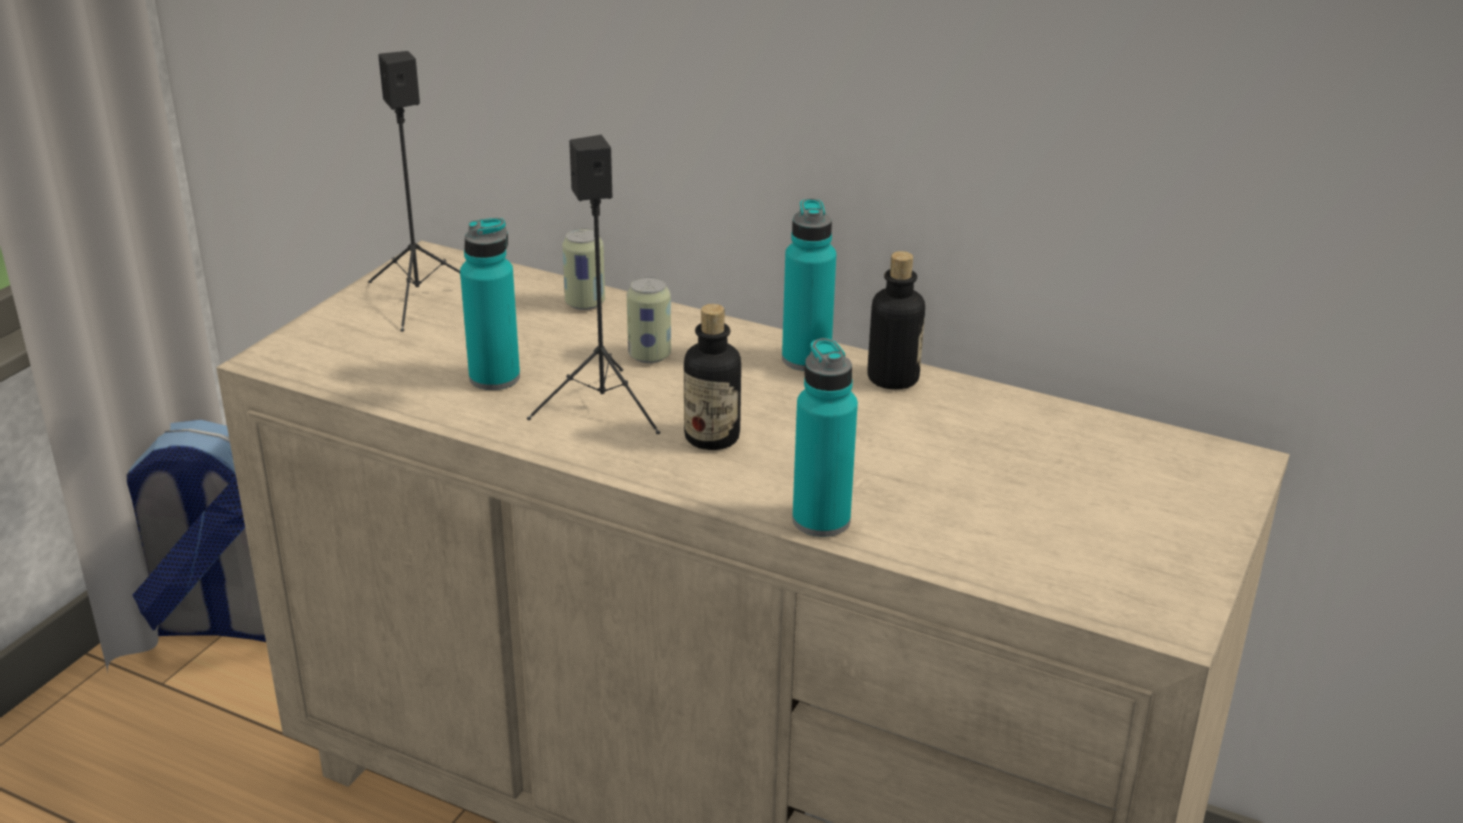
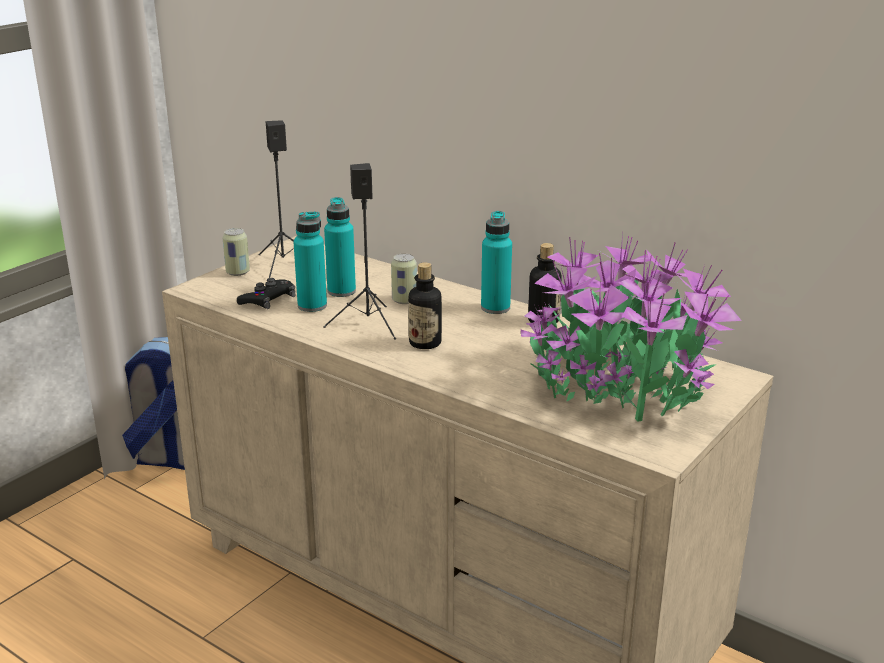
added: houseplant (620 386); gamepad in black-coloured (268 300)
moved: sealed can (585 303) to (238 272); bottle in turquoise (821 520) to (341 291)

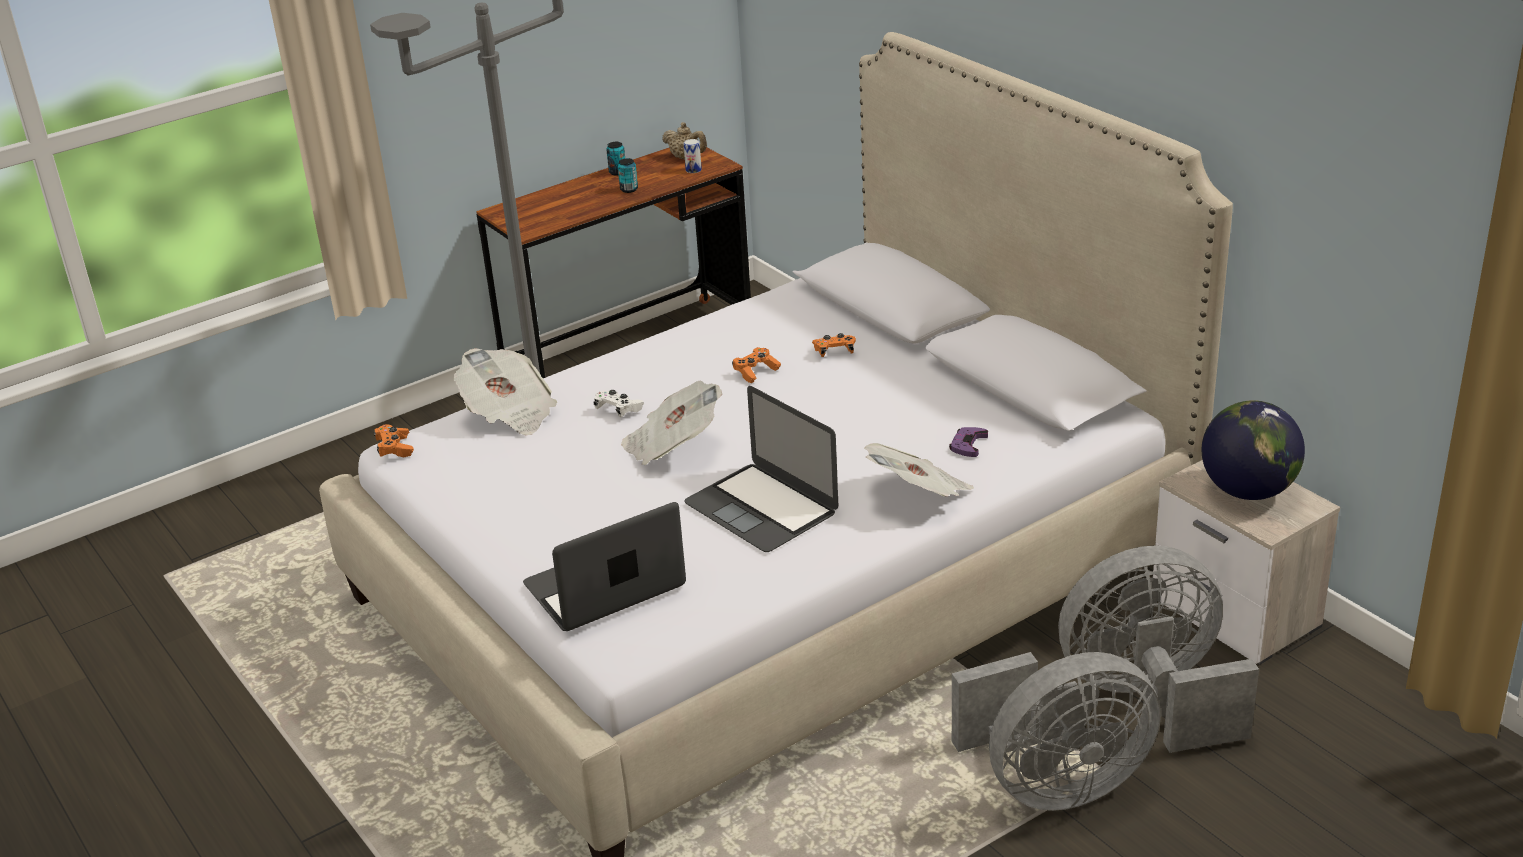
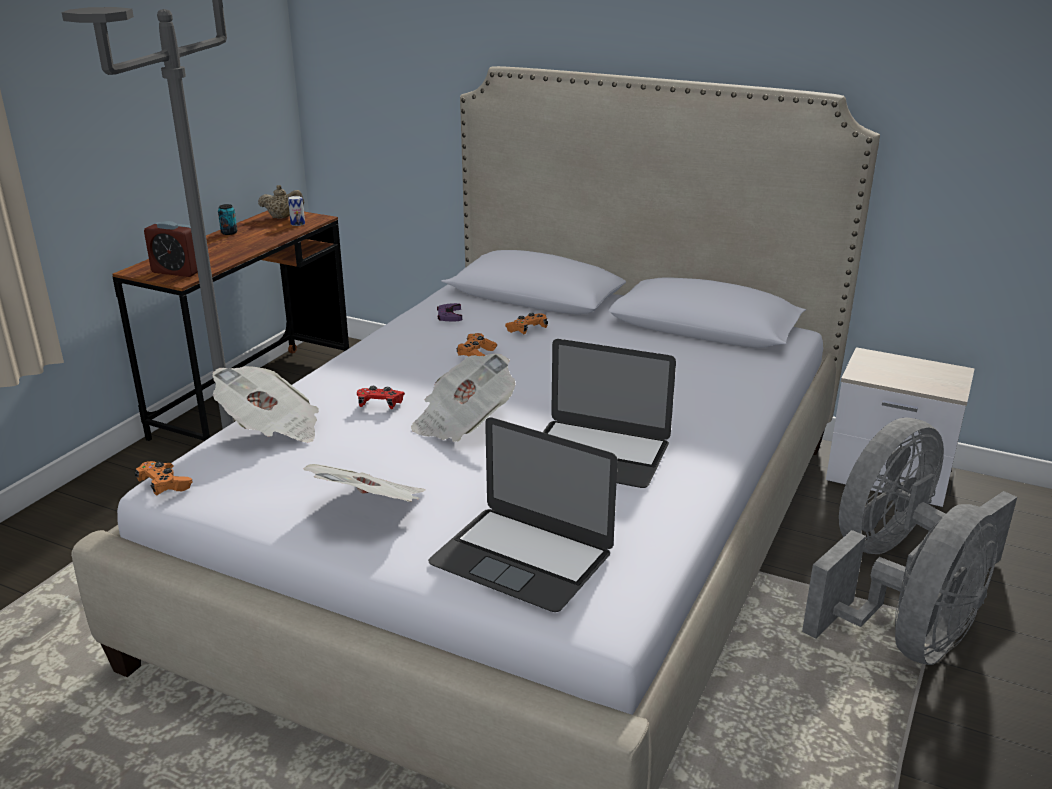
removed: sealed can (629 189); globe (1248 490)
added: bedside clock (177 271)
moved: gamepad in purple (968 445) to (449 316); daily paper (919 494) to (371 509)
recoloured: gamepad in white-coloured (618 410) to gamepad in reddish (380 405)
turned: portable computer (604 586) = (521 558) 90 degrees counterclockwise

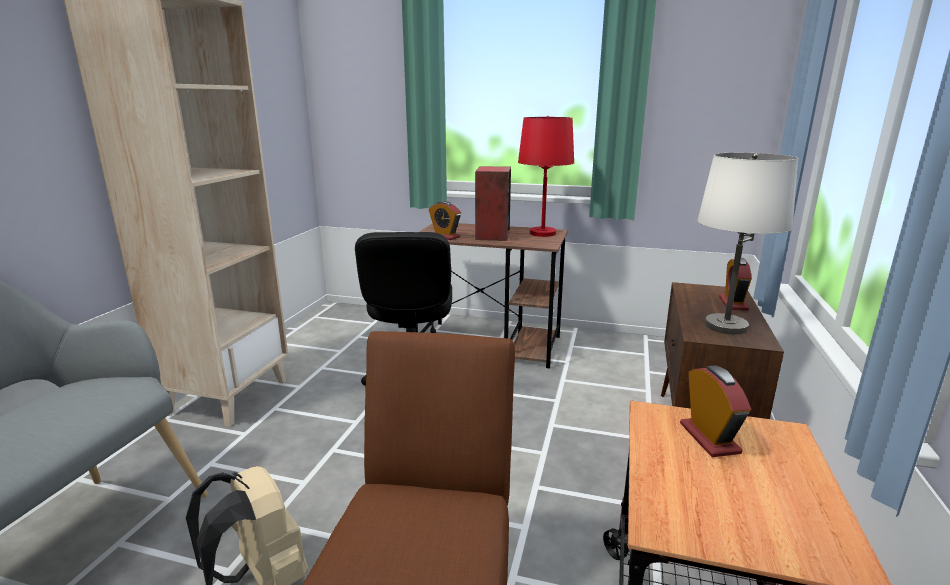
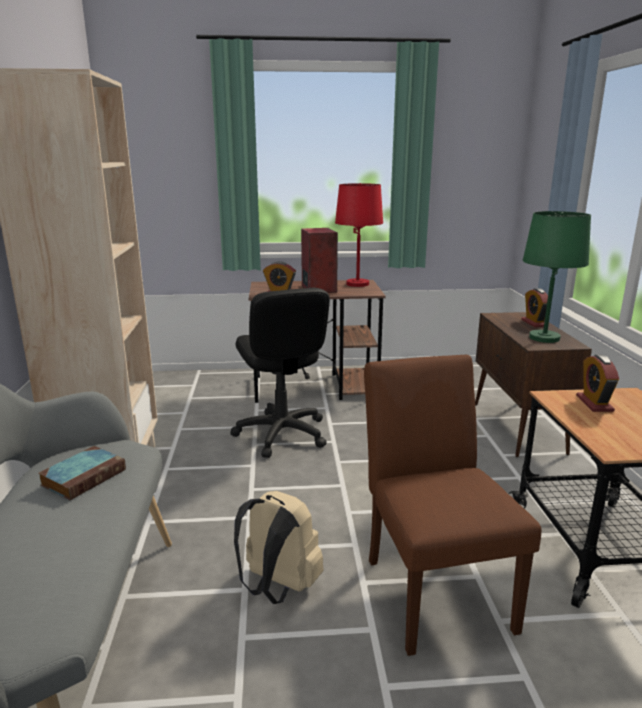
added: book (84 476)
recoloured: tabletop lamp in white-coloured (726 326) to tabletop lamp in green (544 338)
turned: bedside clock (709 438) = (594 403) 150 degrees counterclockwise

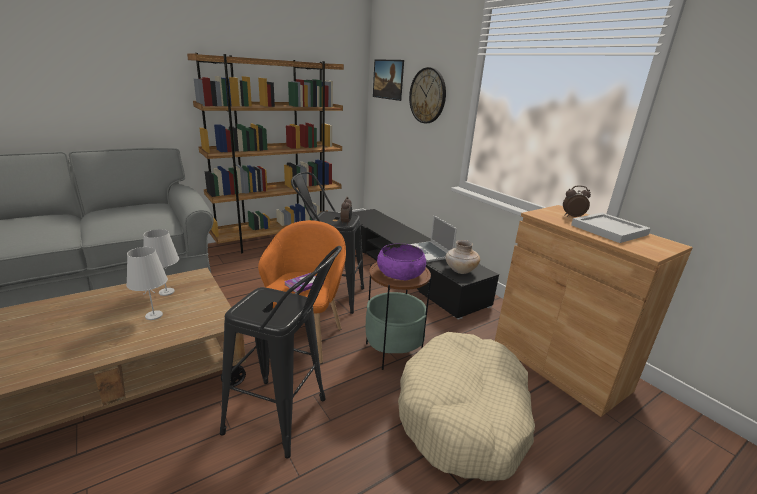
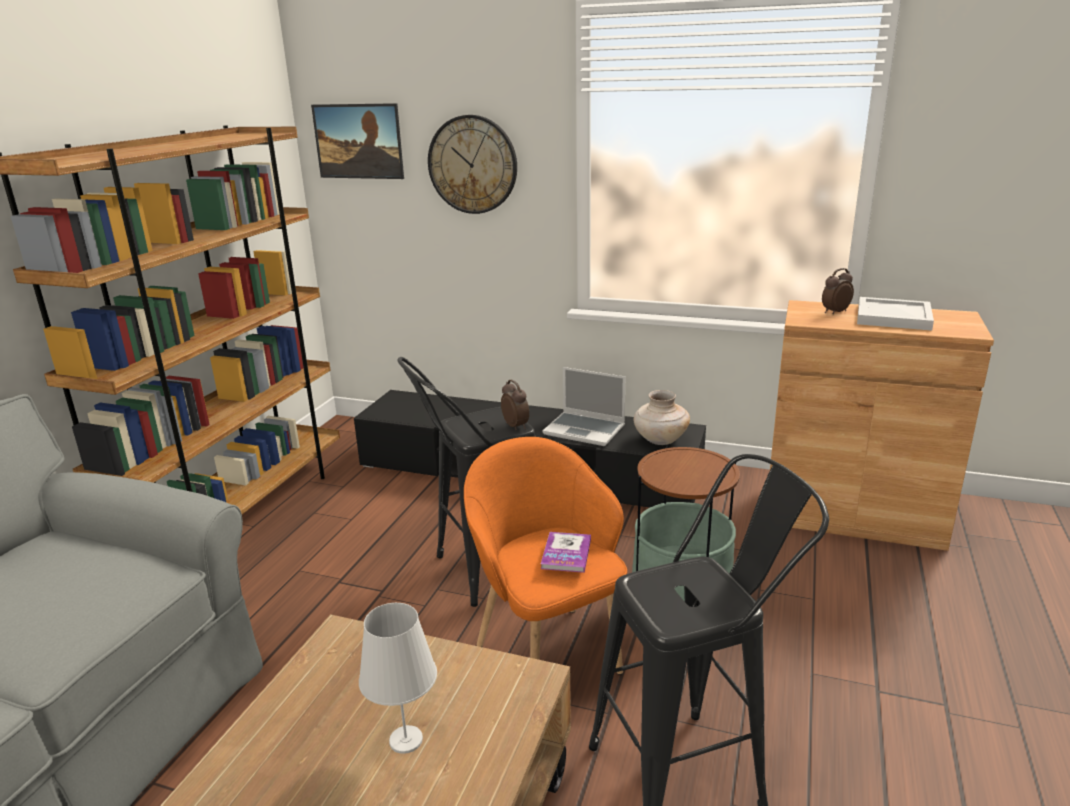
removed: tabletop lamp in white-coloured (166 292); deep dish in purple (400 273); pet bed in beige-coloured (464 415)

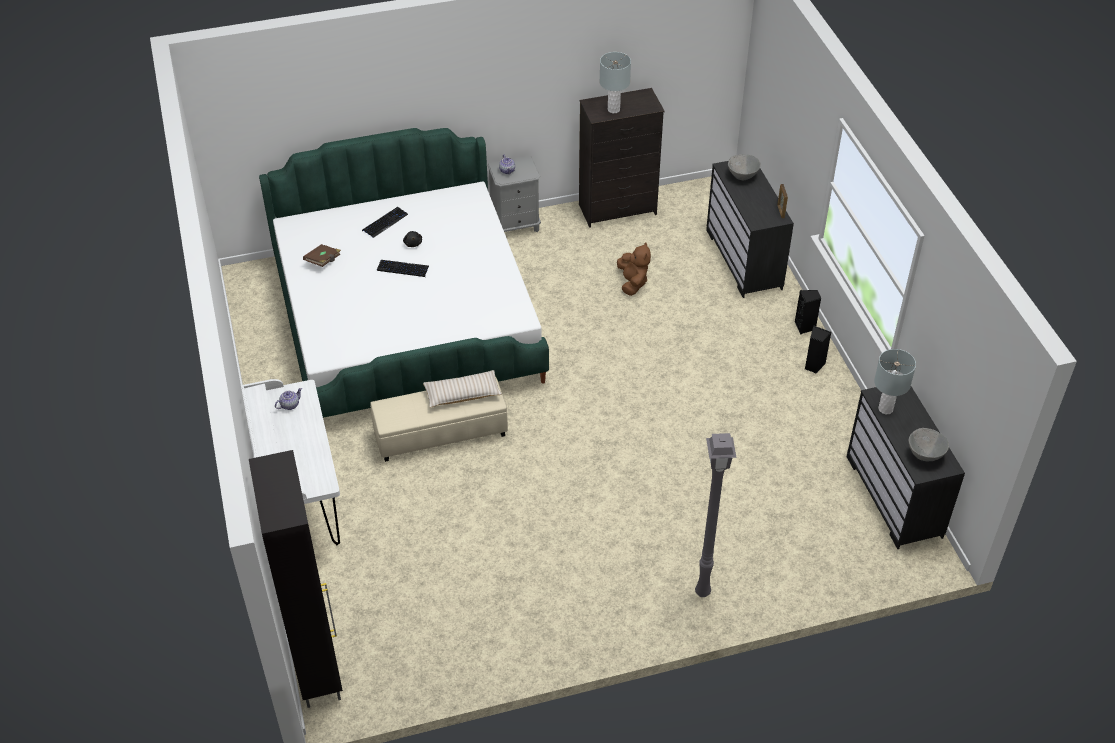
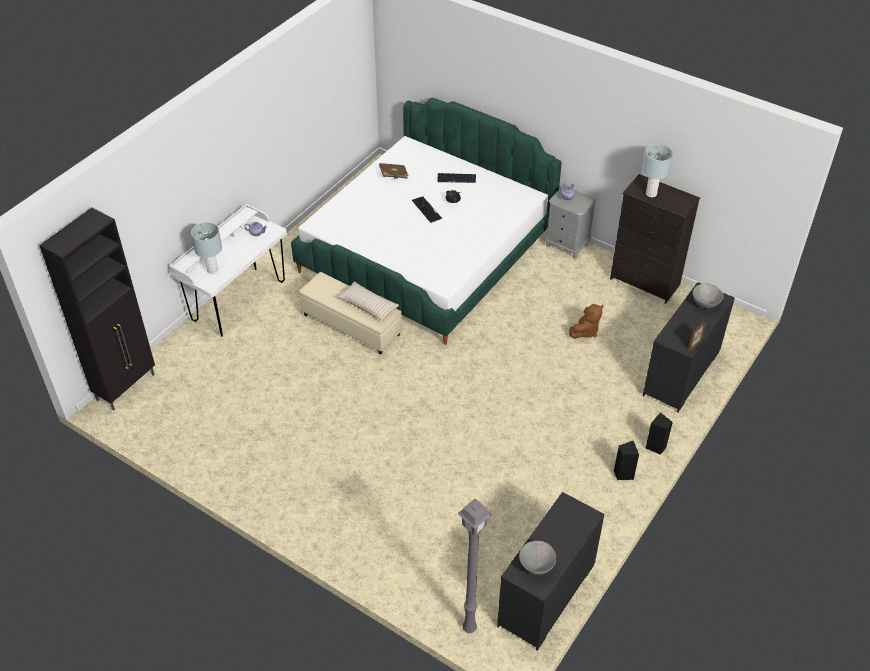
moved: tabletop lamp in greyish (885 409) to (212 270); standard lamp in greyish (701 593) to (468 628)

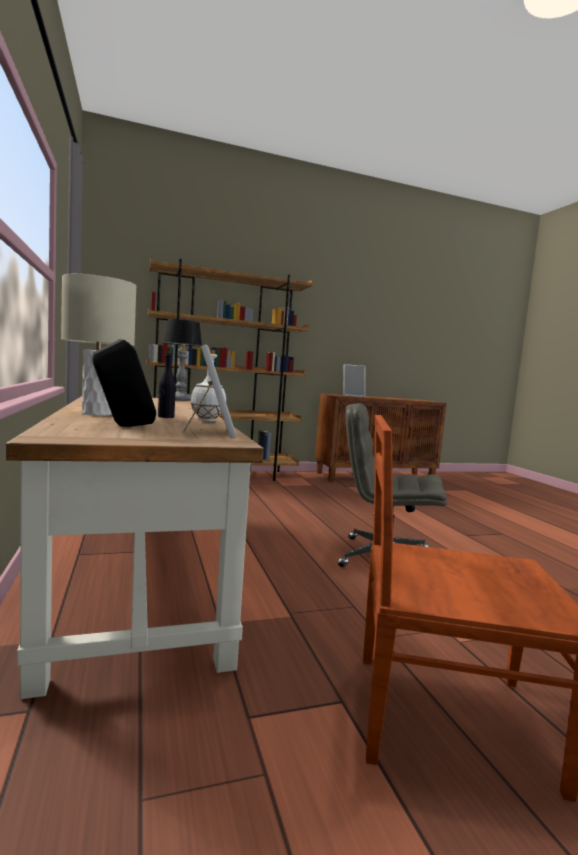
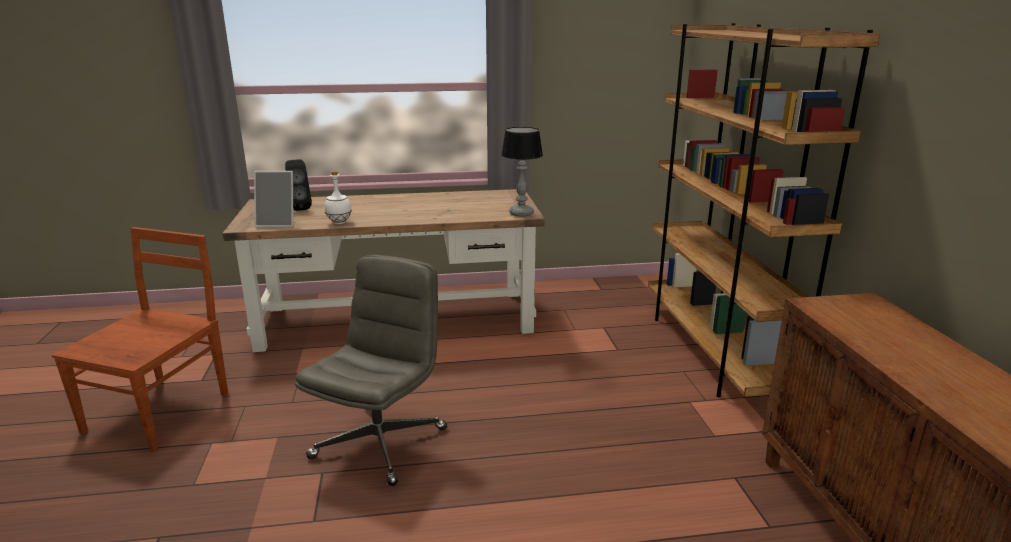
removed: tabletop lamp in beige-coloured (97 414); bottle in black-coloured (165 417); picture frame (352 396)

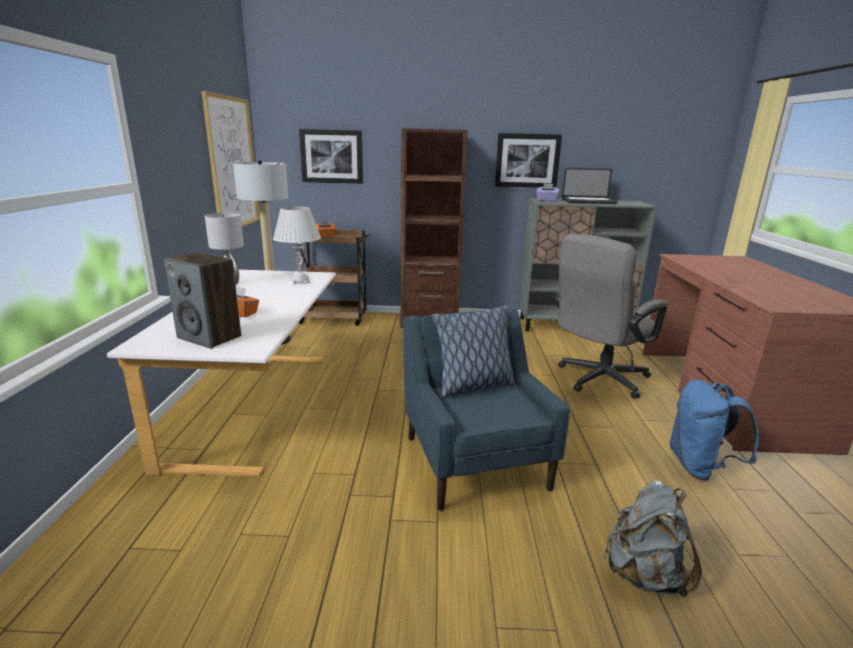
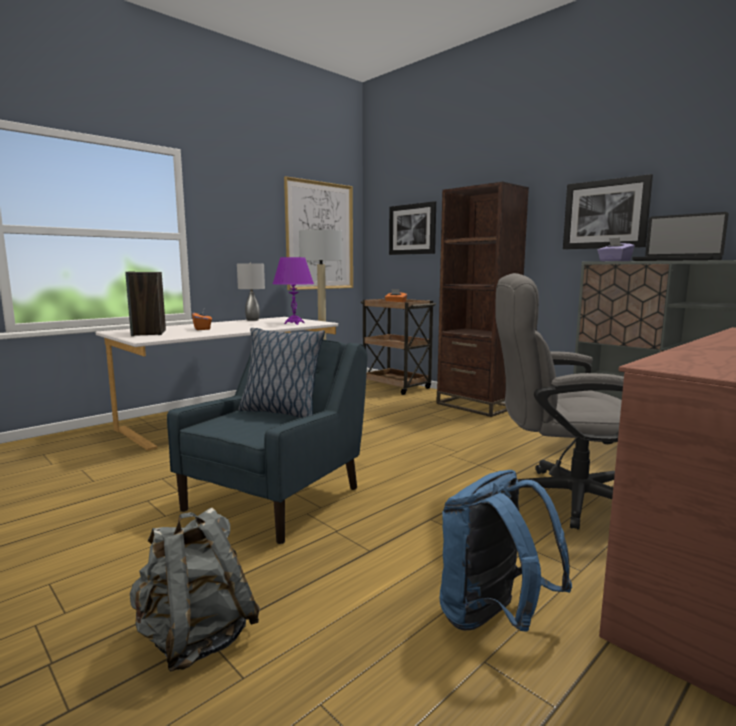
recoloured: tabletop lamp in white-coloured (300 281) to tabletop lamp in purple (294 323)

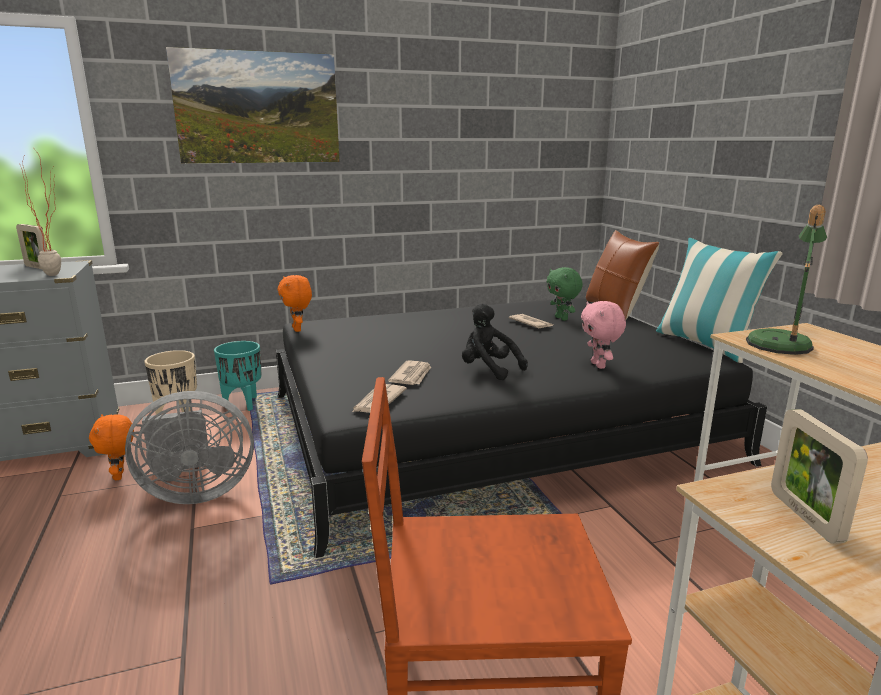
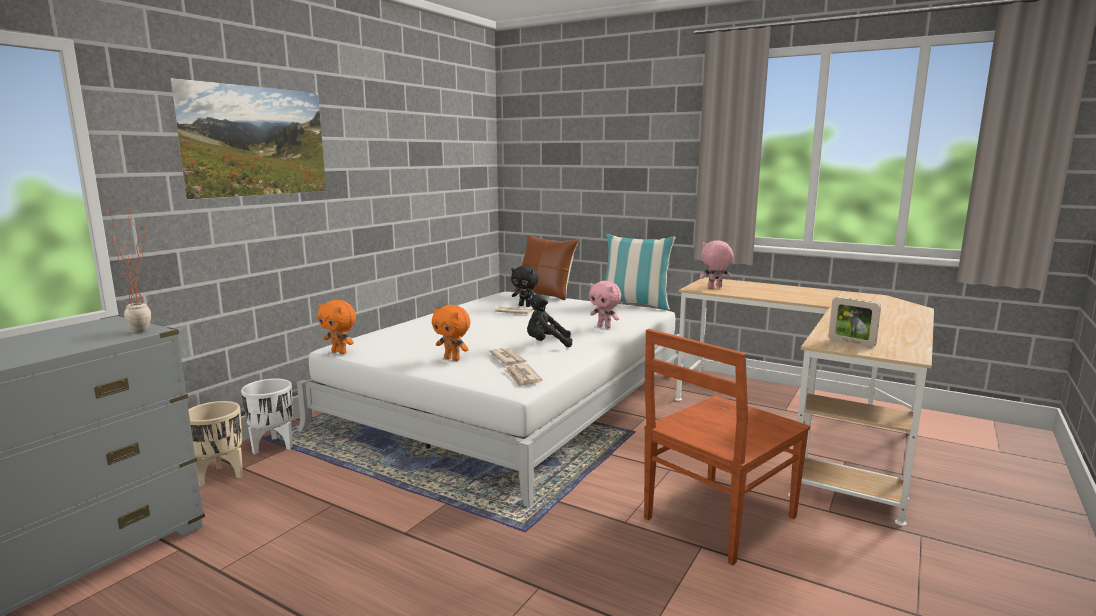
removed: picture frame (37 267); cooling fan in greyish (195 492)
moved: soft toy in orange (120 476) to (452 359)
replaced: tabletop lamp (782 342) to soft toy in pink (714 287)
recoloured: soft toy in green (562 318) to soft toy in black-coloured (525 306); bed in black-coloured (489 427) to bed in white-coloured (512 400); planter in turquoise (243 404) to planter in white-coloured (273 446)

